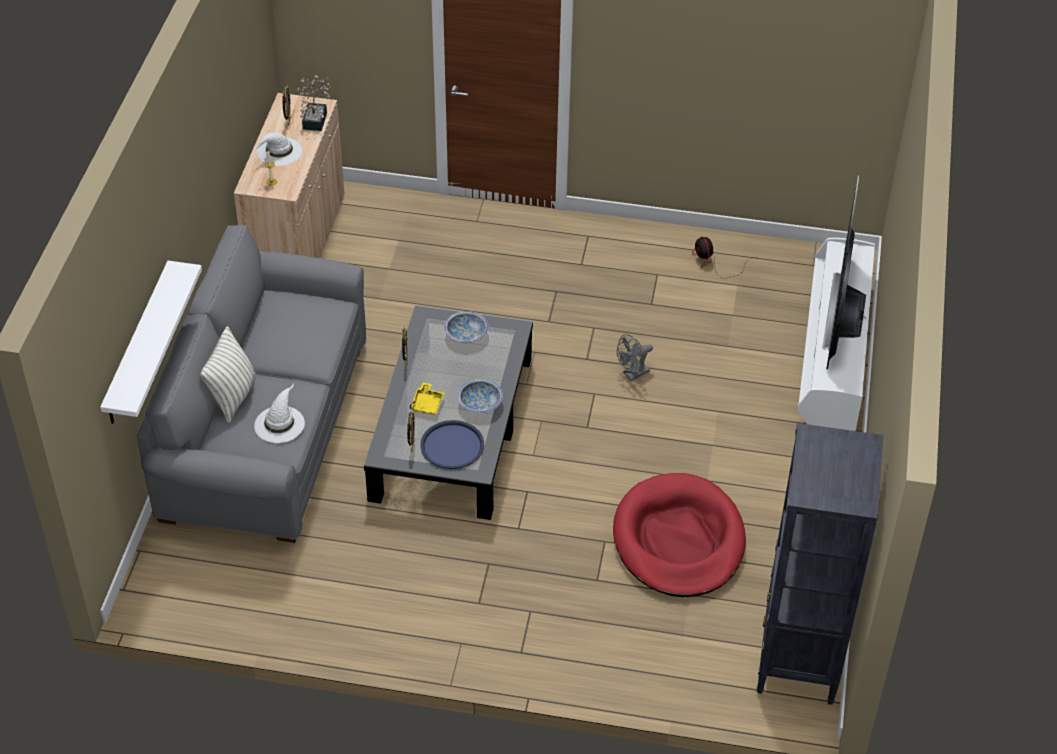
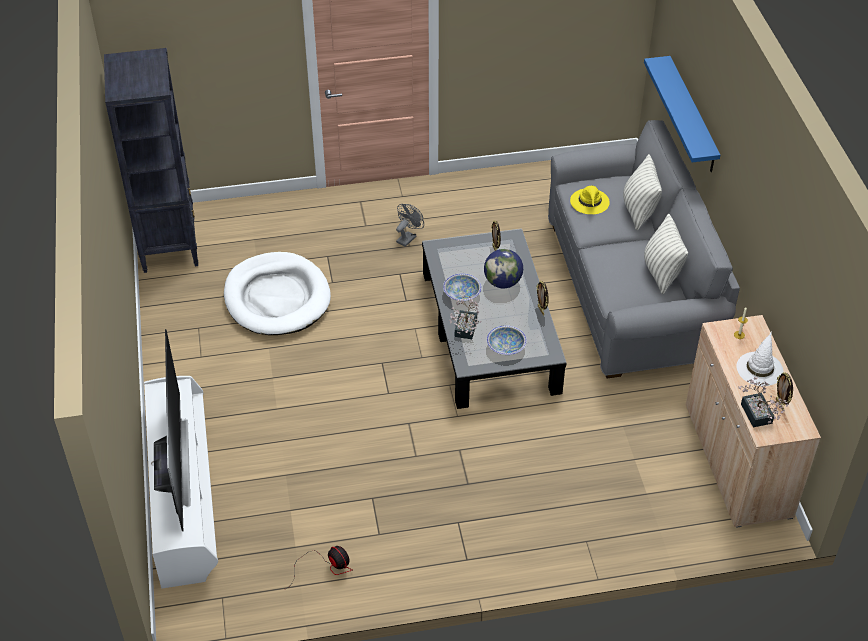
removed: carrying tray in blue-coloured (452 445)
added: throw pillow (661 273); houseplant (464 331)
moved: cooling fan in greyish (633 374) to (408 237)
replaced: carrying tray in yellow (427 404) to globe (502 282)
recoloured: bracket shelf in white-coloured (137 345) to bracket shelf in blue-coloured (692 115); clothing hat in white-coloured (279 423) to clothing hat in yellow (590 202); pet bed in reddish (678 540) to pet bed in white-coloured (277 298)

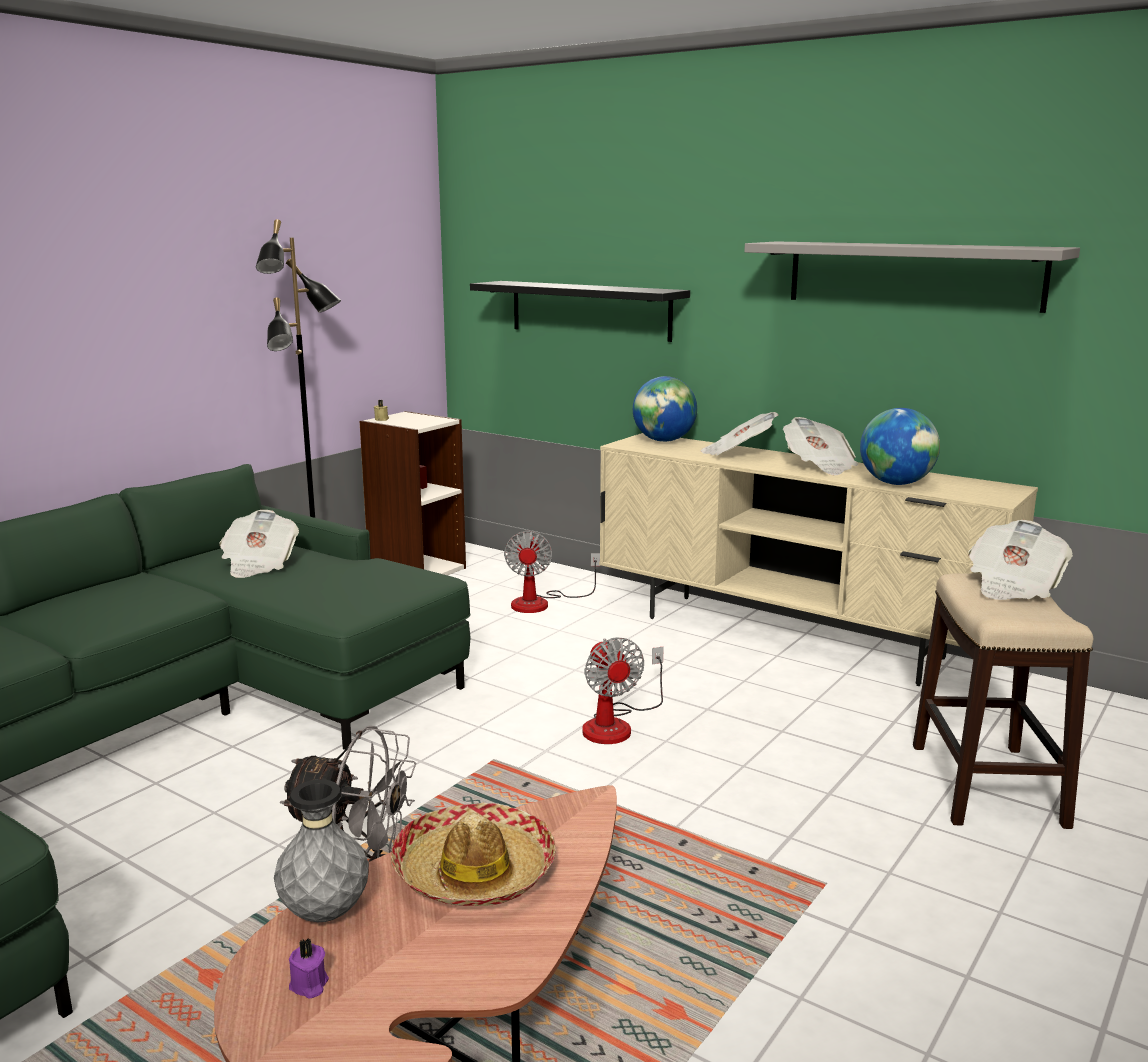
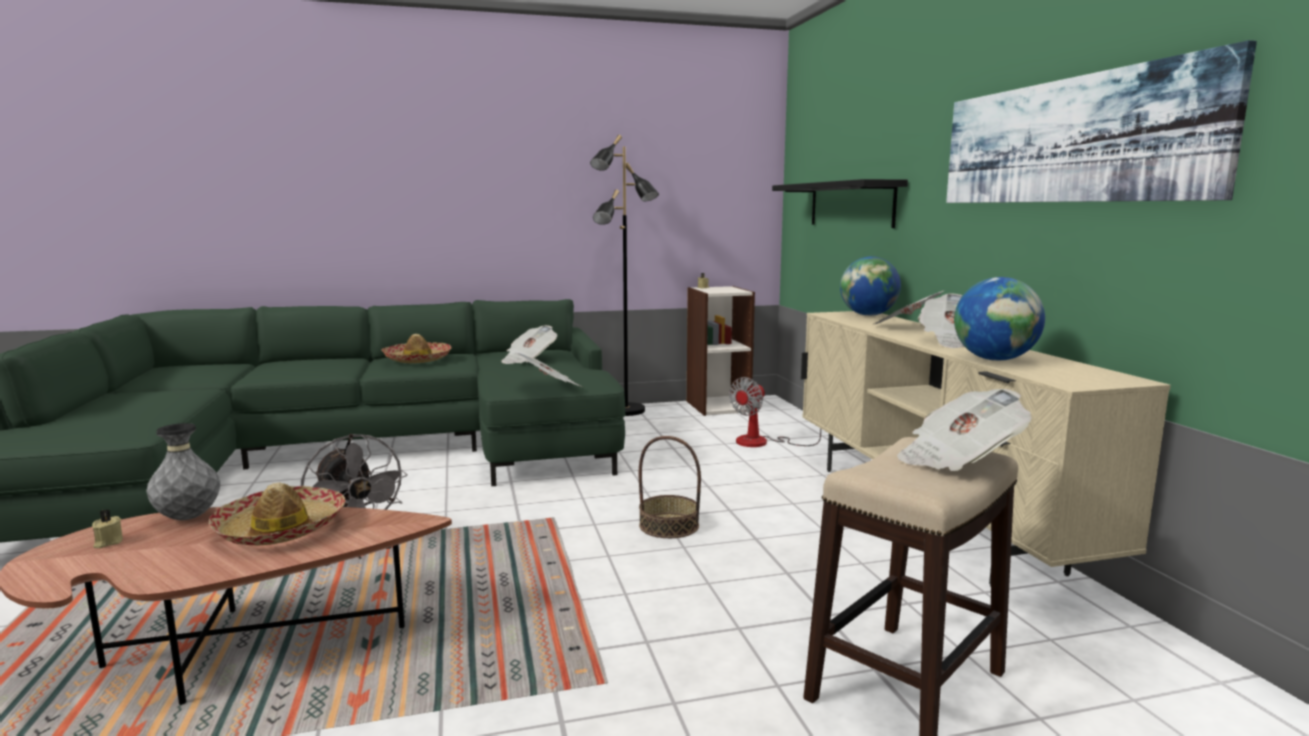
added: clothing hat (417 359); daily paper (550 387)
replaced: bracket shelf in greyish (913 275) to wall art (1068 141); cooling fan (616 724) to household basket (669 525)
recoloured: wax candle in purple (309 985) to wax candle in beige-coloured (107 542)

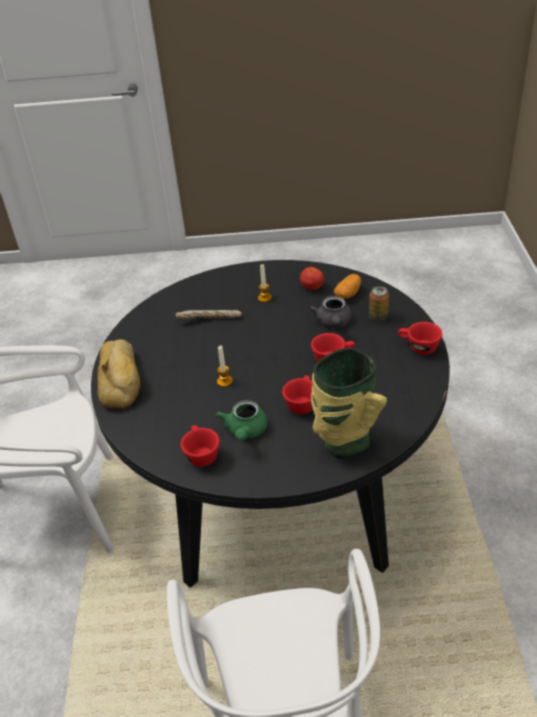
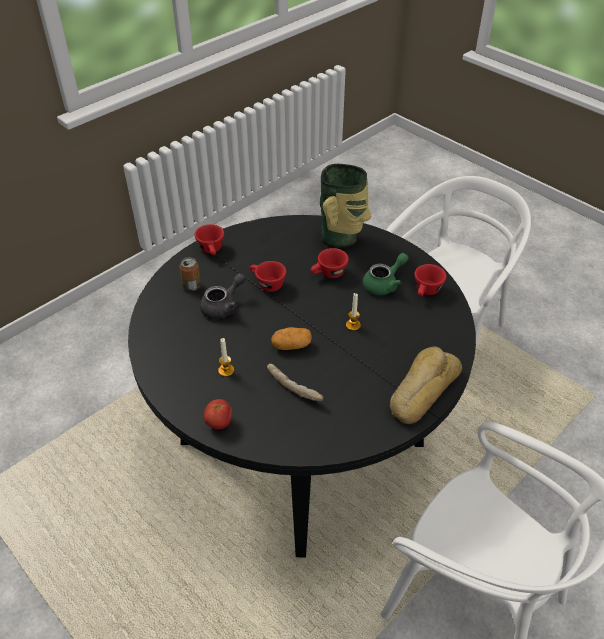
moved: whole tomato (312 287) to (219 423); spud (348 294) to (291 345)

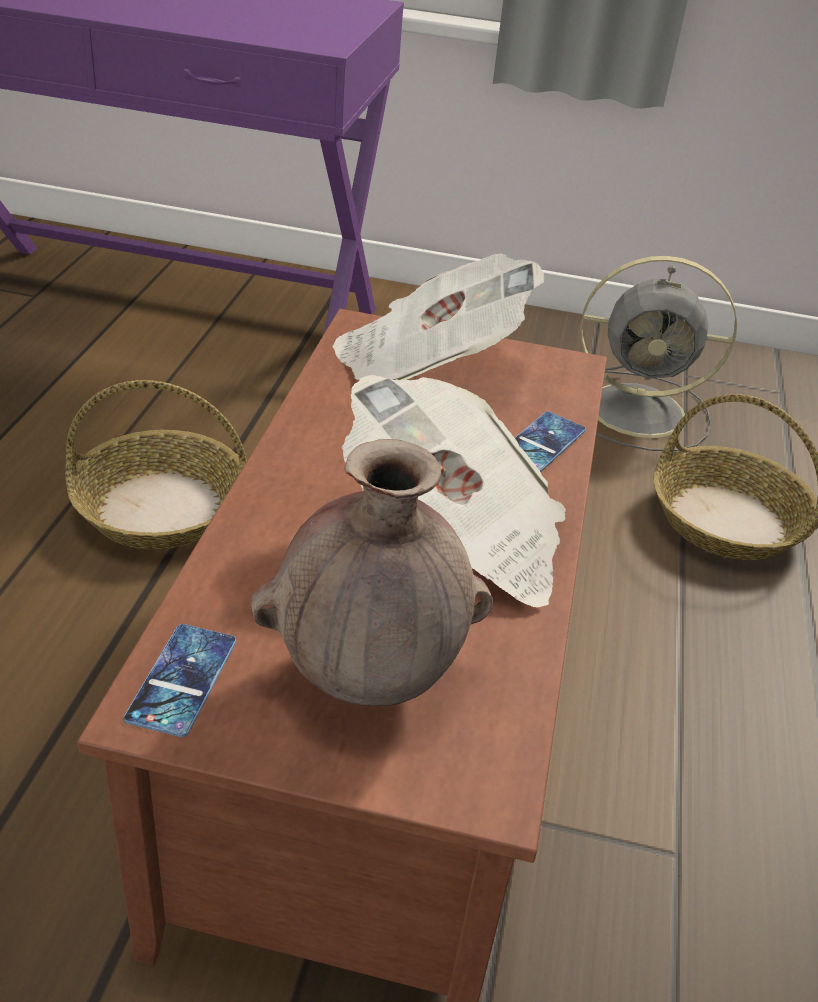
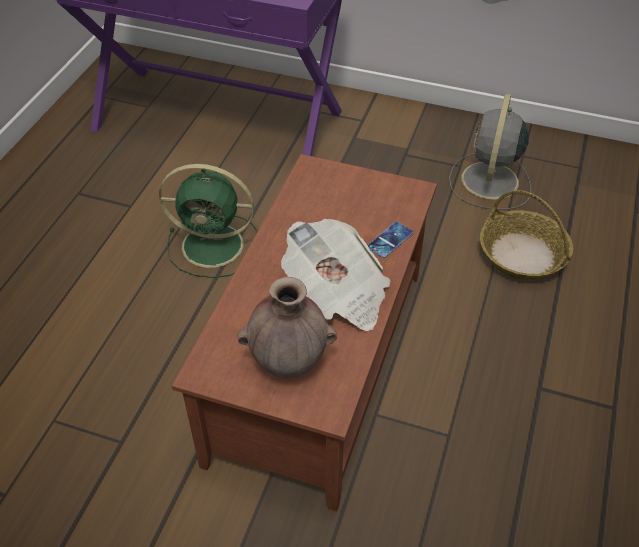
removed: daily paper (427 366); handset (182 679)
replaced: household basket (162 507) to cooling fan in green (215 245)
turned: cooling fan in greyish (641 411) = (489 182) 90 degrees clockwise

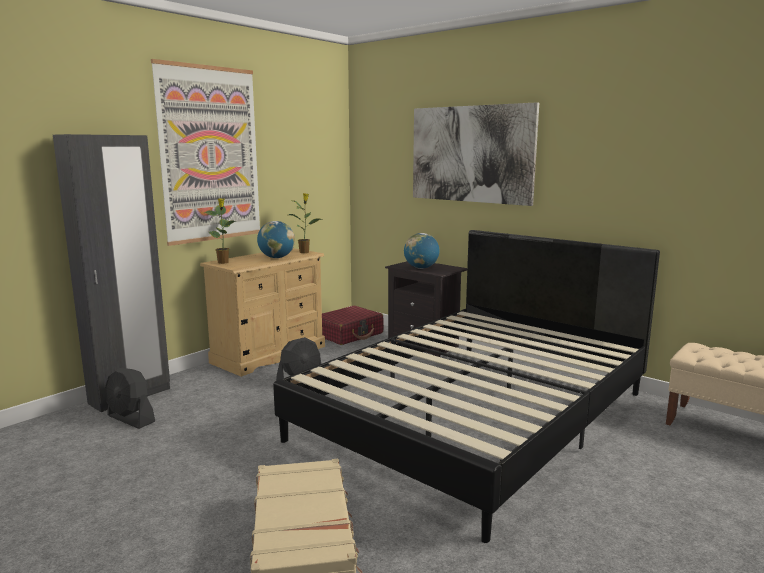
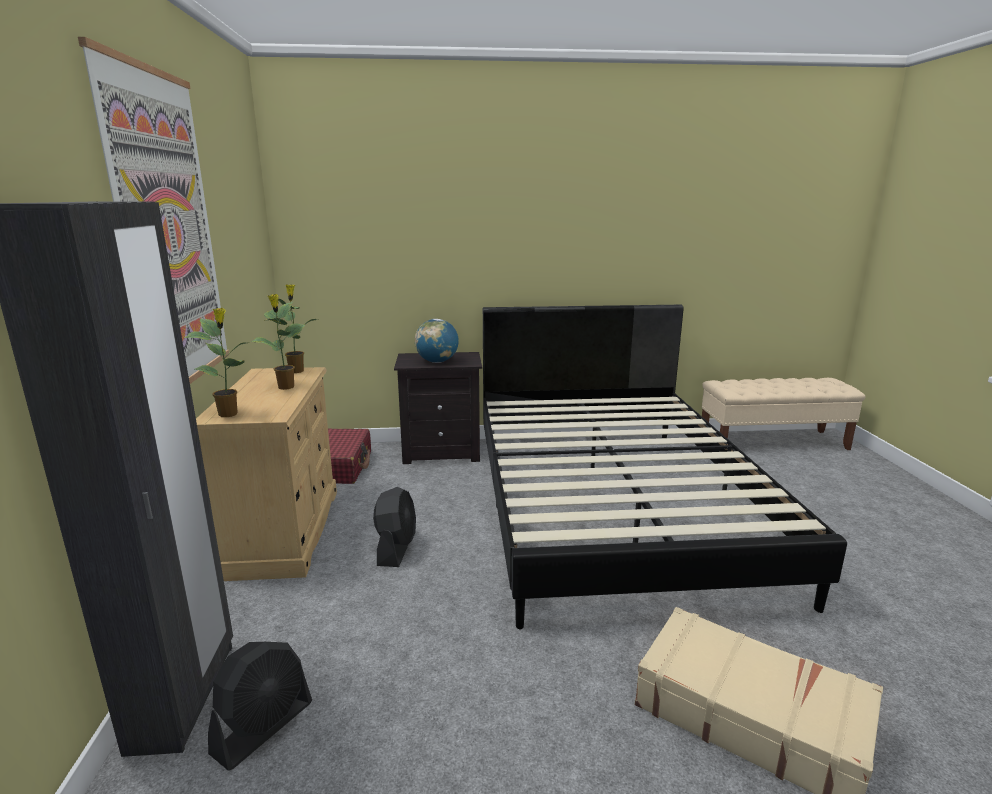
removed: wall art (471 154)
replaced: globe (276 257) to houseplant (286 387)
turned: cooling fan in black-coloured (131 419) = (263 727) 45 degrees counterclockwise

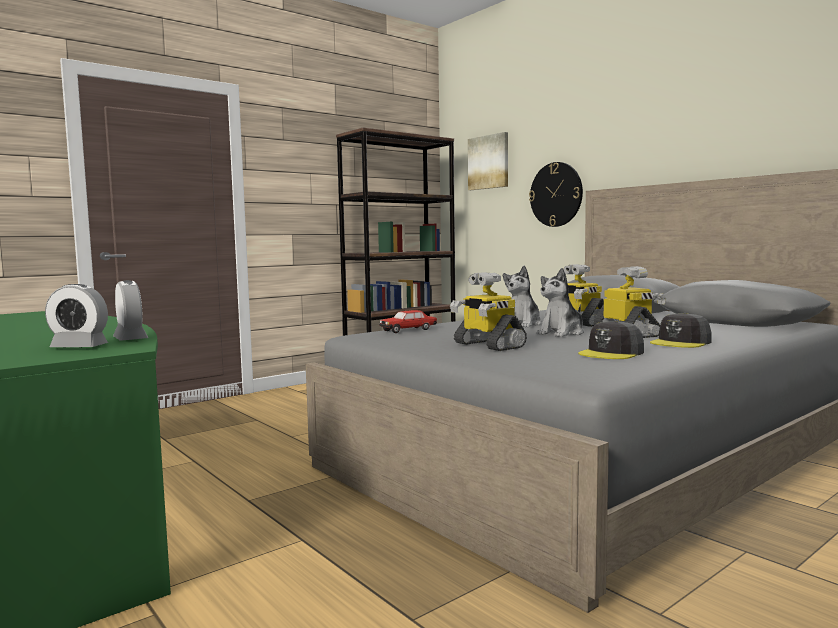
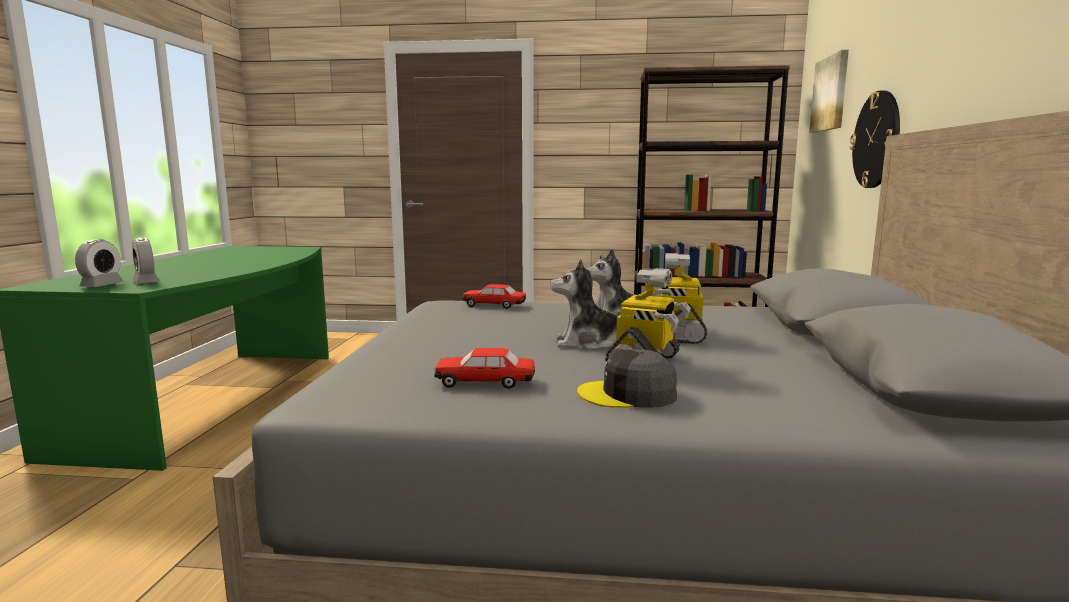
removed: toy robot (487 345)
moved: bedside clock (130 339) to (102 285)
replaced: peaked cap in greyish (611 353) to miniature car (485 382)

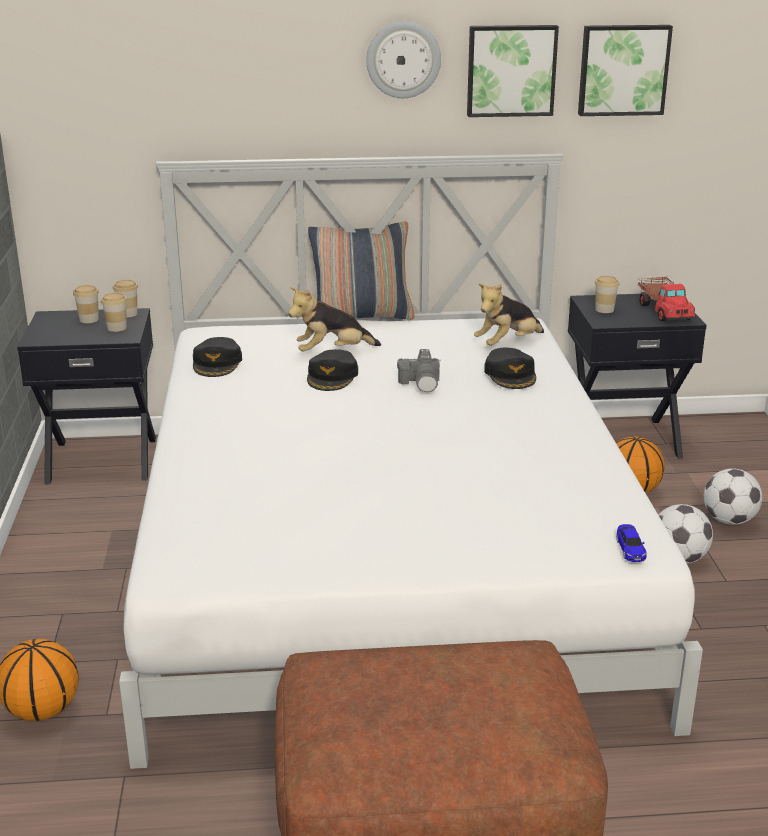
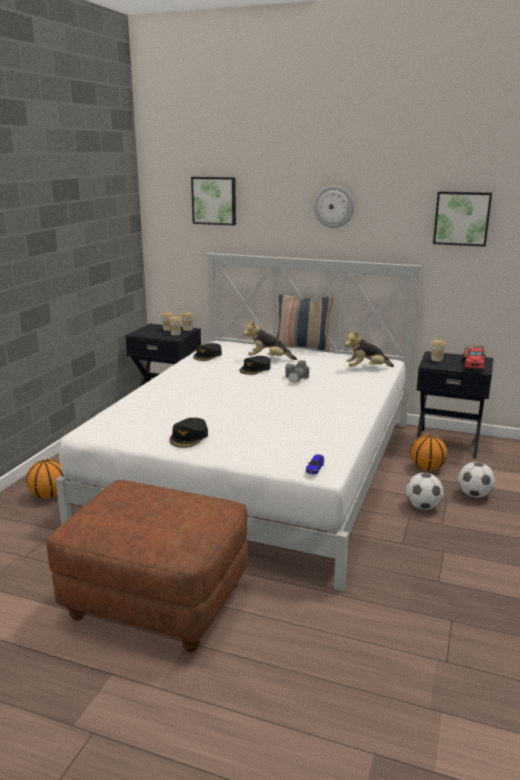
moved: wall art (511 70) to (214 200); peaked cap in black-coloured (511 375) to (189 437)

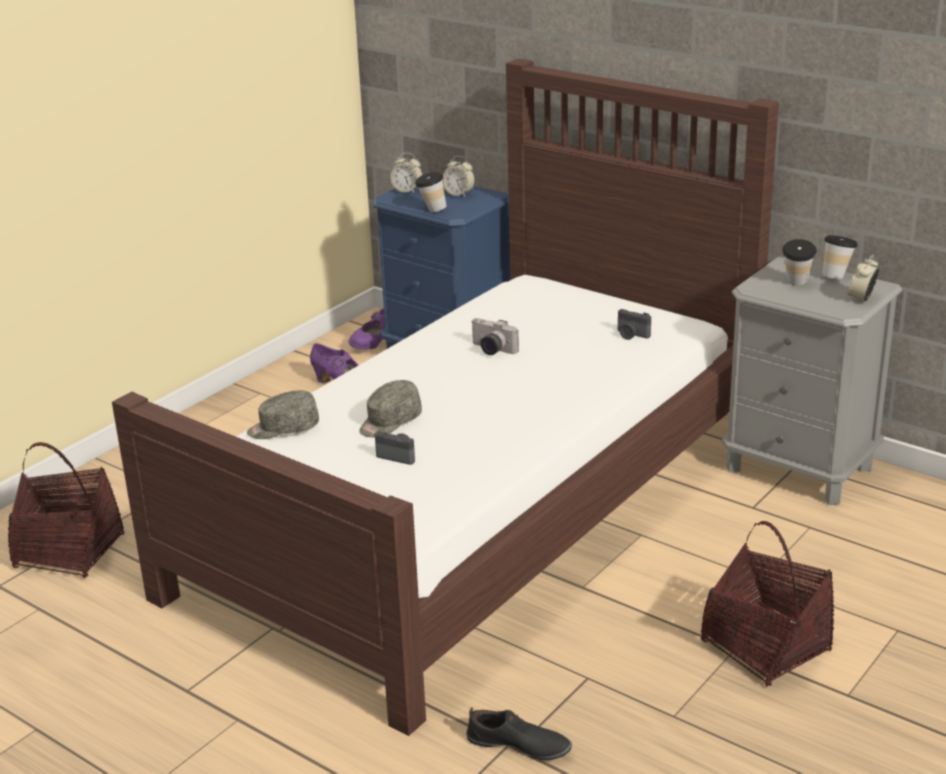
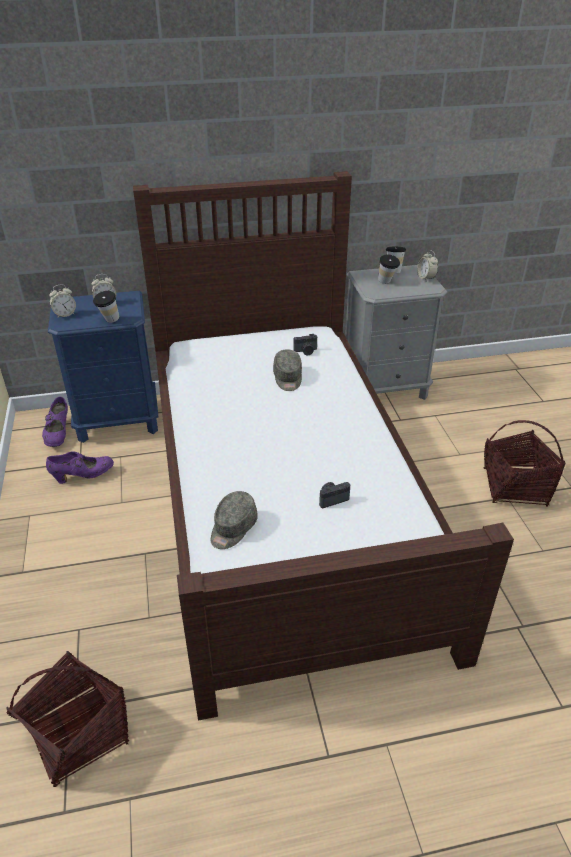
removed: still camera (491 350); shoe in black-coloured (518 746)
moved: peaked cap in greyish (389 422) to (288 378)

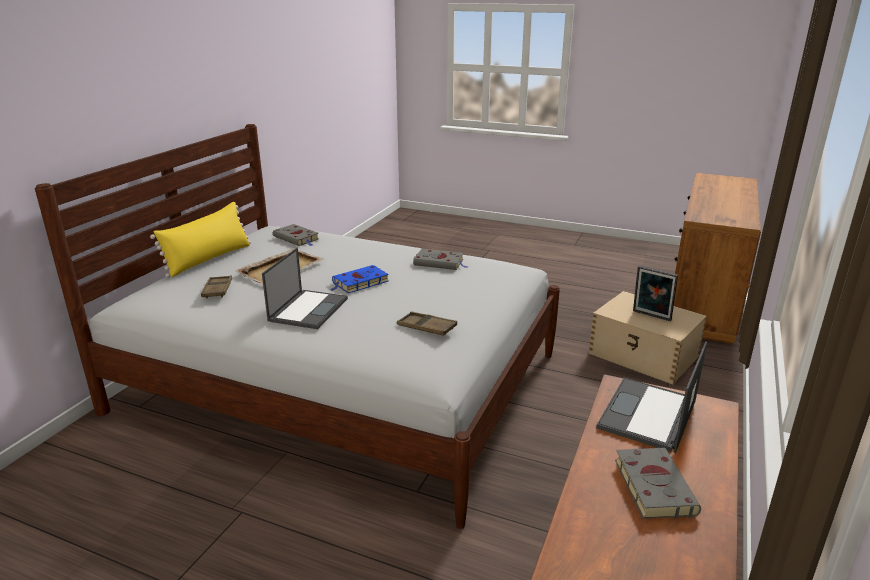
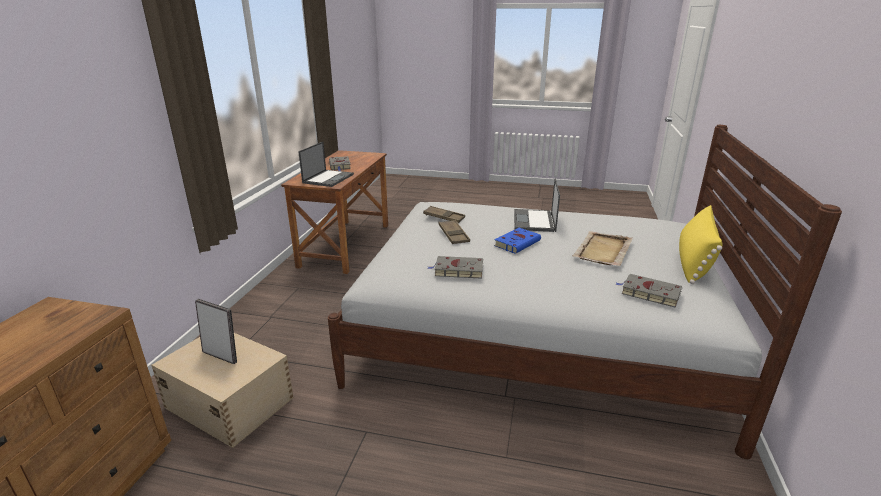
moved: carrying tray in brown (217 290) to (453 235)

